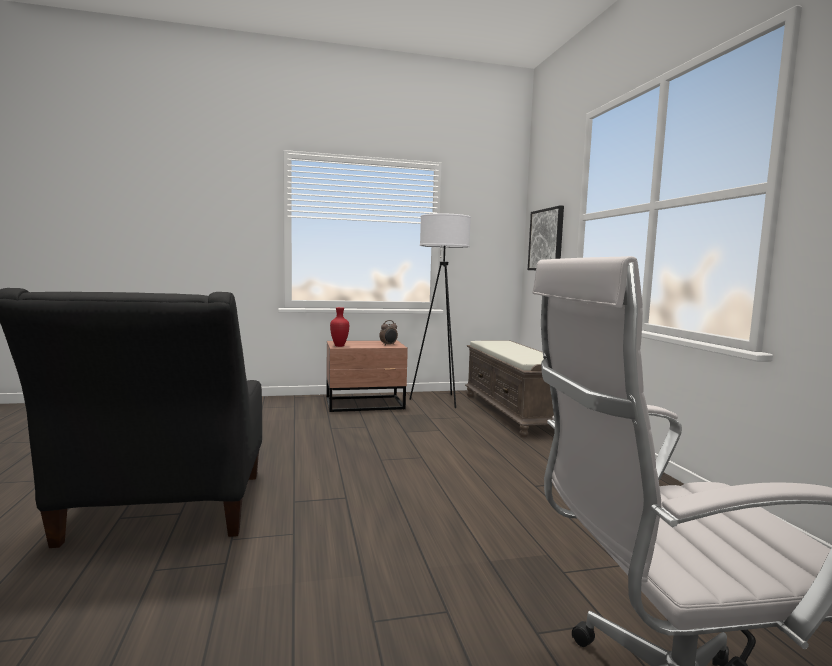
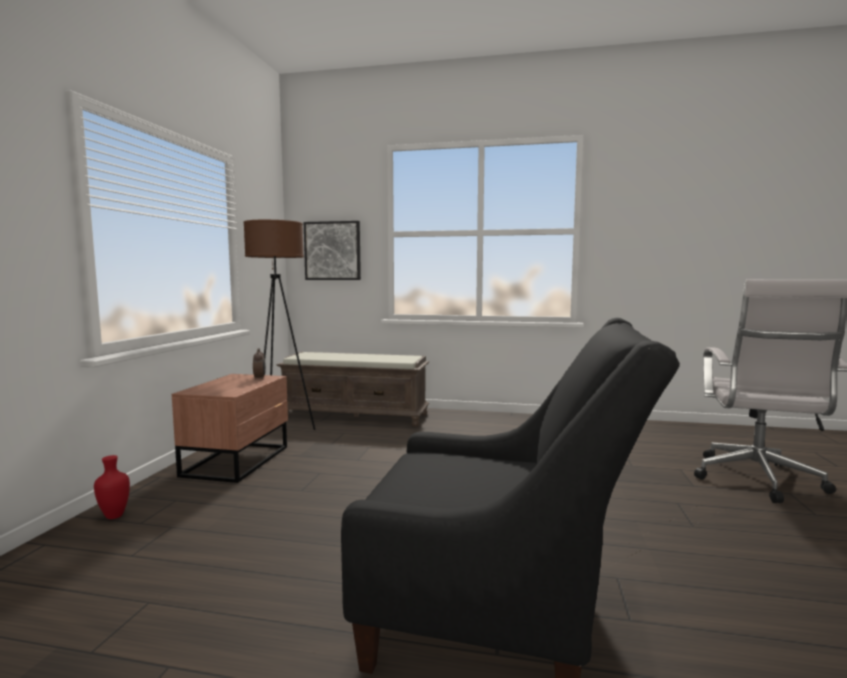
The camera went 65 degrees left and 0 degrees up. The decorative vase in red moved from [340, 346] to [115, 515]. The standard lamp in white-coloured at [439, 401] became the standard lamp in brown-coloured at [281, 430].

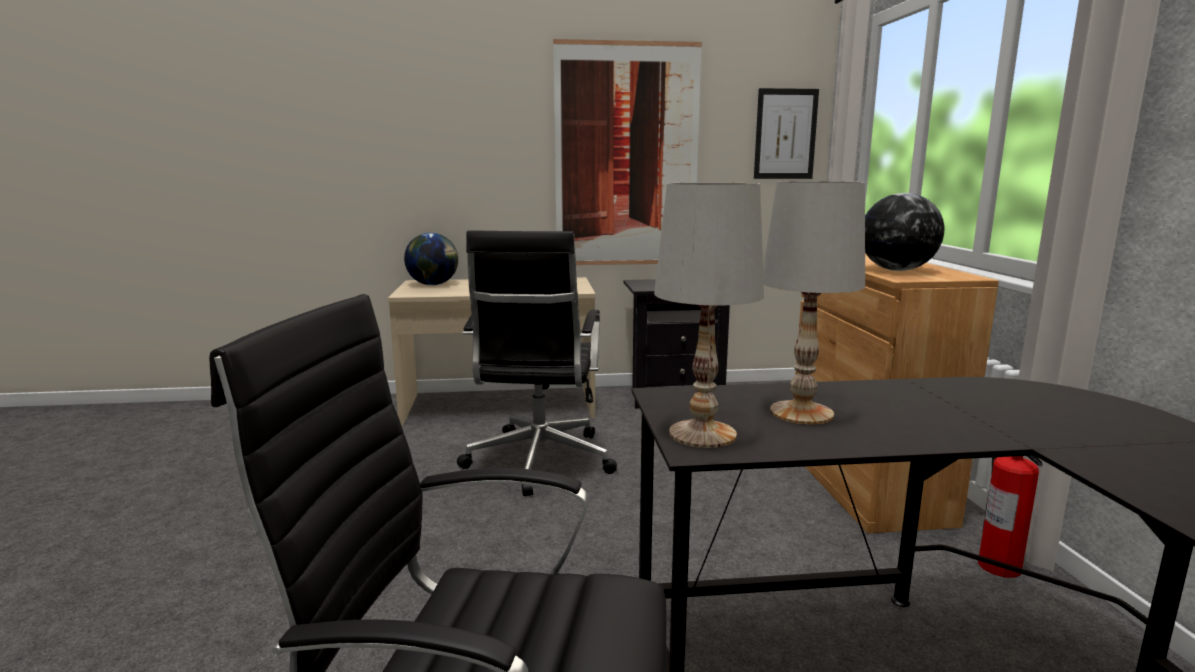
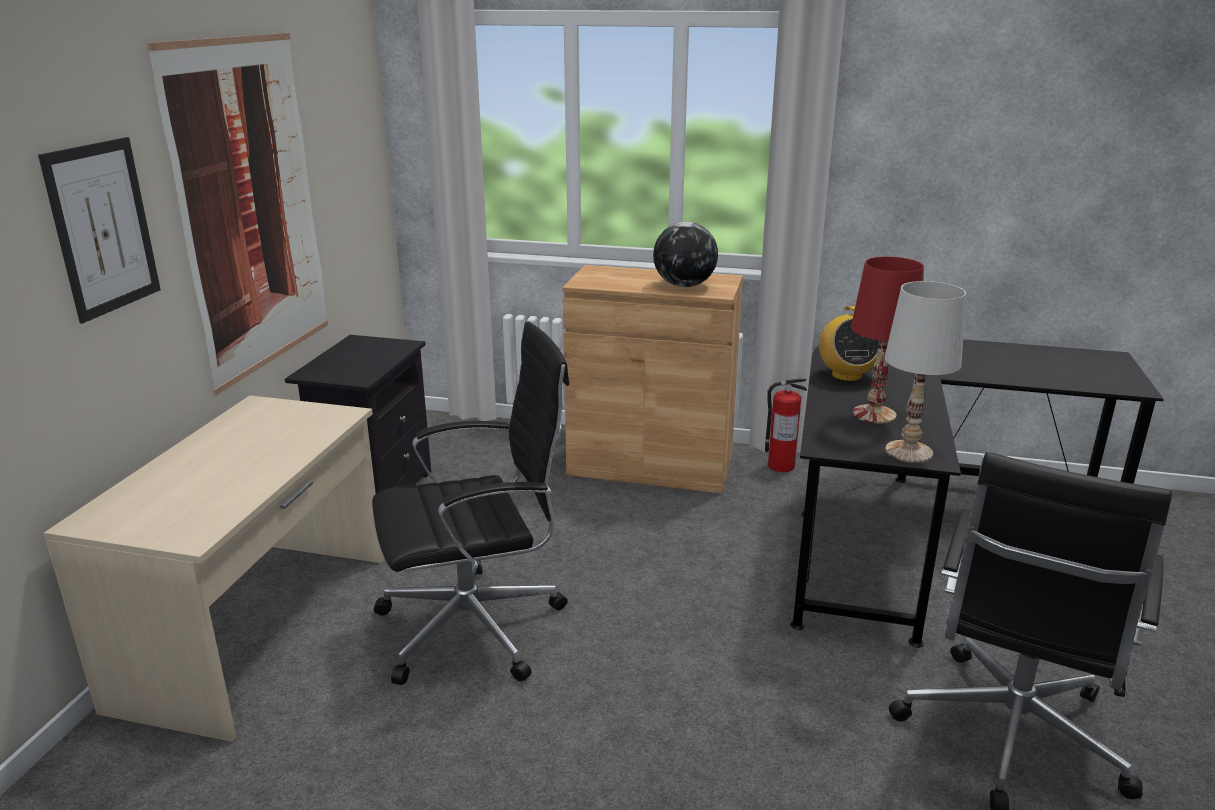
The camera went 70 degrees left and 10 degrees up. The globe at [433, 284] disappeared. The computer chair in black-coloured at [538, 462] turned 45 degrees counterclockwise. The wall art moved from [785, 134] to [103, 228]. The lamp for a table in white-coloured at [801, 412] became the lamp for a table in red at [873, 414]. The radio receiver at [846, 375] appeared.

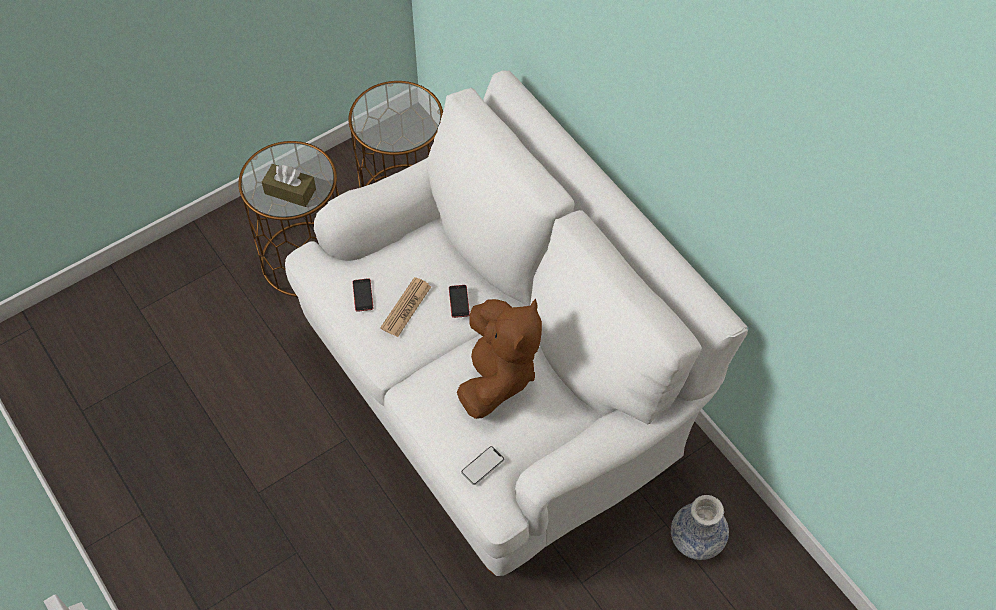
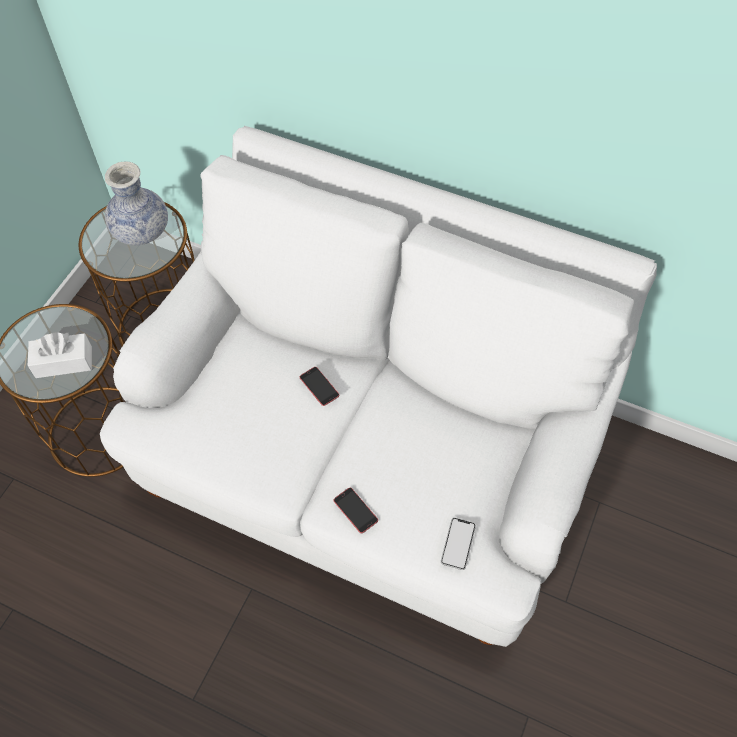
The camera went 30 degrees left and 0 degrees up. The tissue holder in brown-coloured at [290, 191] became the tissue holder in white-coloured at [64, 362]. The handset moved from [363, 295] to [355, 510]. The newspaper at [406, 307] disappeared. The soft toy in brown-coloured at [497, 375] disappeared. The decorative vase moved from [696, 539] to [142, 232].

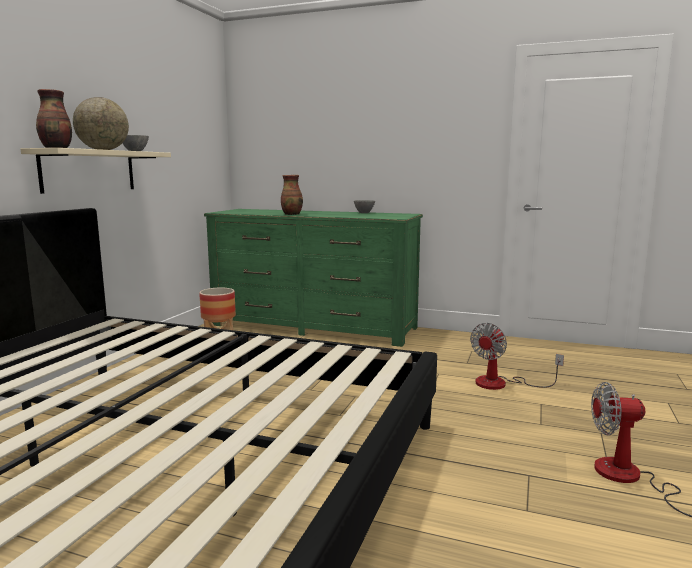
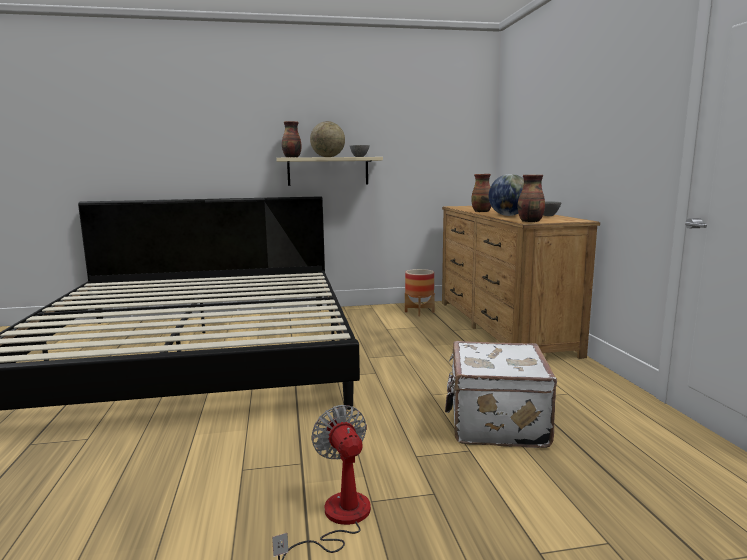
The camera went 60 degrees right and 0 degrees up. The chest of drawers in green at [314, 326] became the chest of drawers in brown-coloured at [501, 326]. The fan at [502, 383] was replaced by the travel case in white-coloured at [495, 423]. The globe at [508, 215] appeared. The decorative vase at [530, 221] appeared.

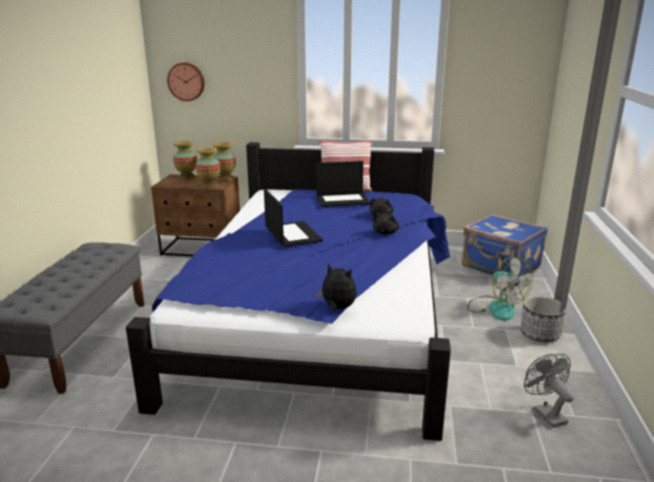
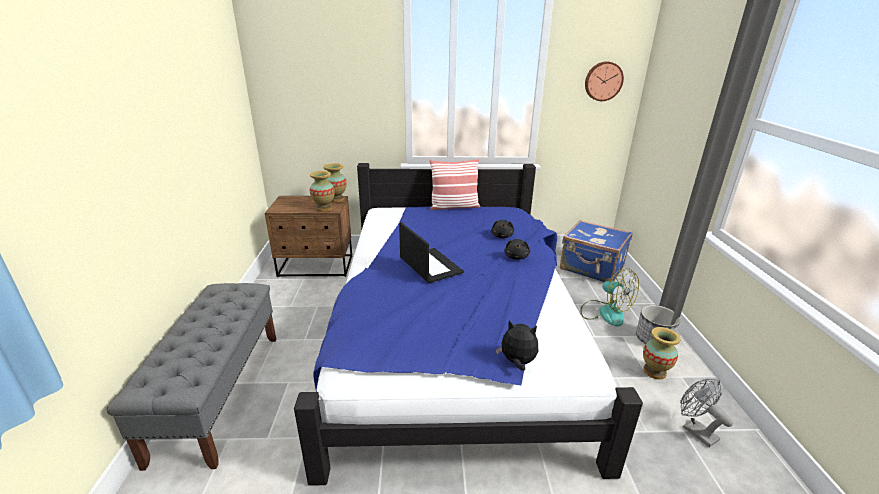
The camera went 10 degrees left and 5 degrees up. The hanging clock moved from [186, 81] to [603, 81]. The decorative vase moved from [186, 177] to [654, 372]. The notebook computer at [343, 200] disappeared.

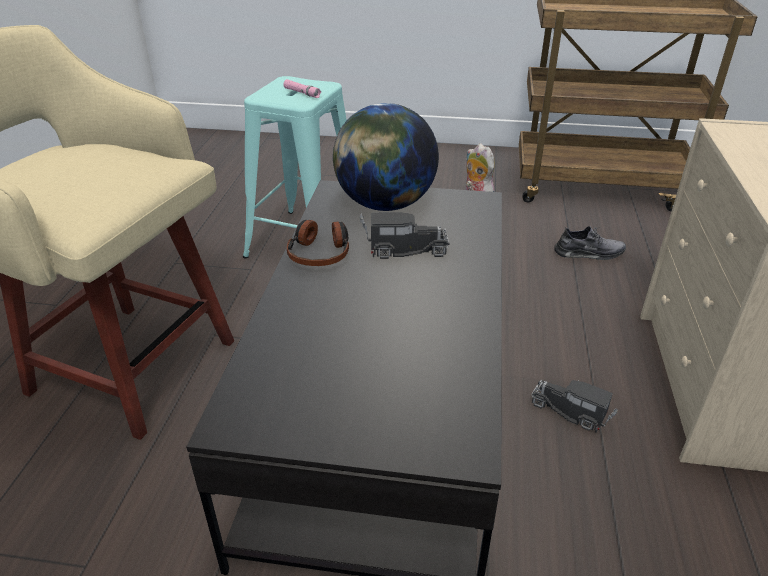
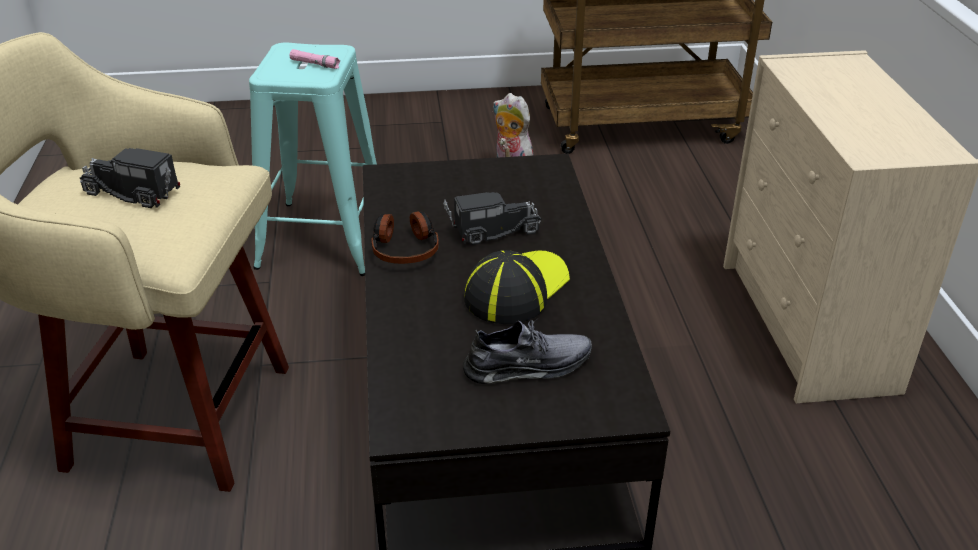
The camera went 15 degrees left and 0 degrees up. The globe at [384, 204] disappeared. The toy truck moved from [572, 412] to [136, 194]. The shoe in gray moved from [589, 253] to [528, 366]. The peaked cap at [516, 290] appeared.

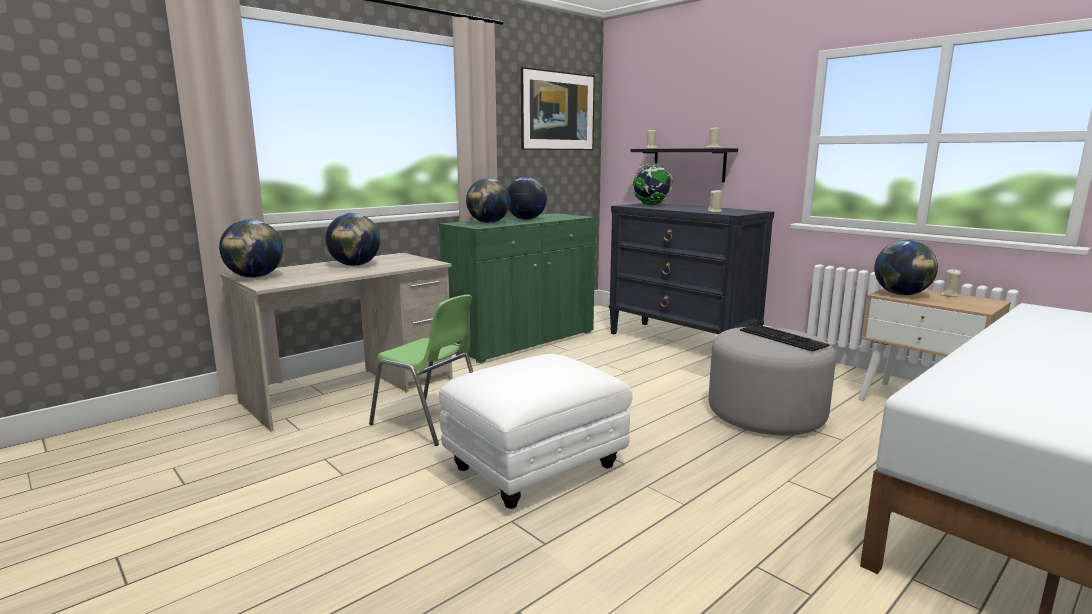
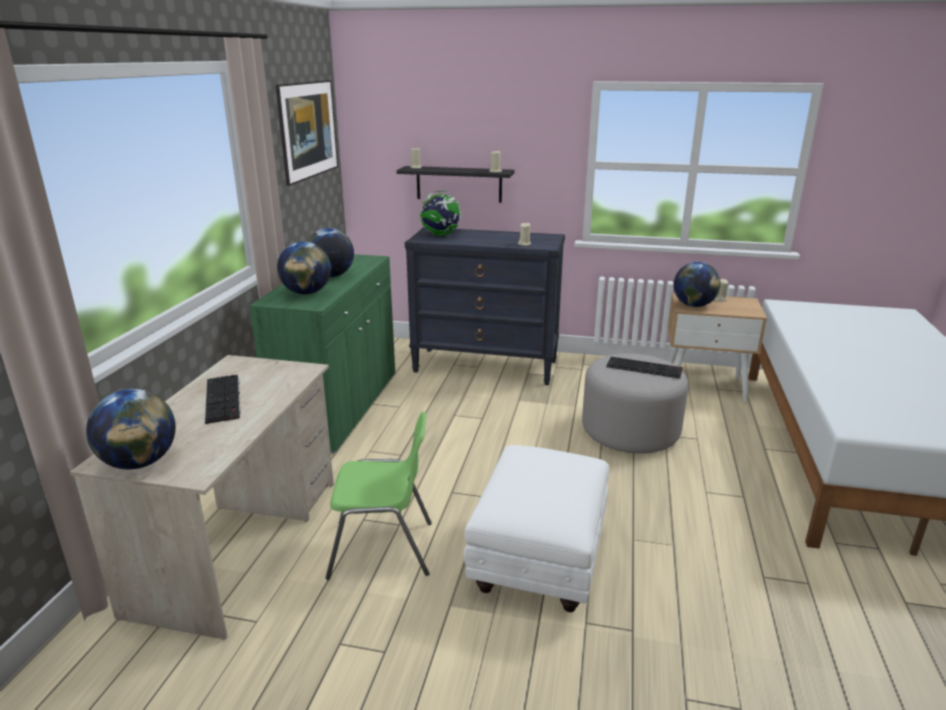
The camera went 35 degrees left and 10 degrees up. The globe at [355, 265] was replaced by the PC keyboard at [224, 399].

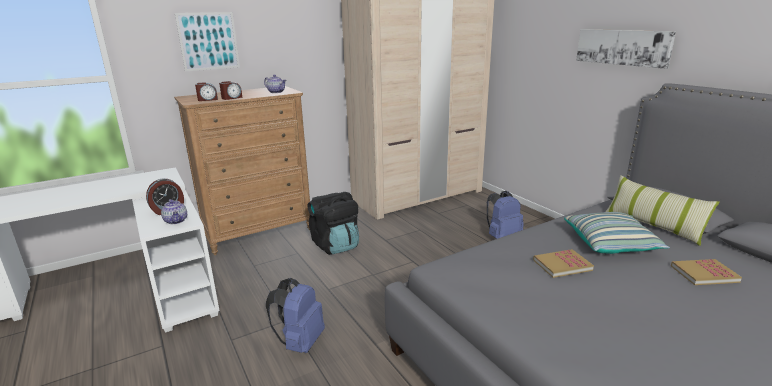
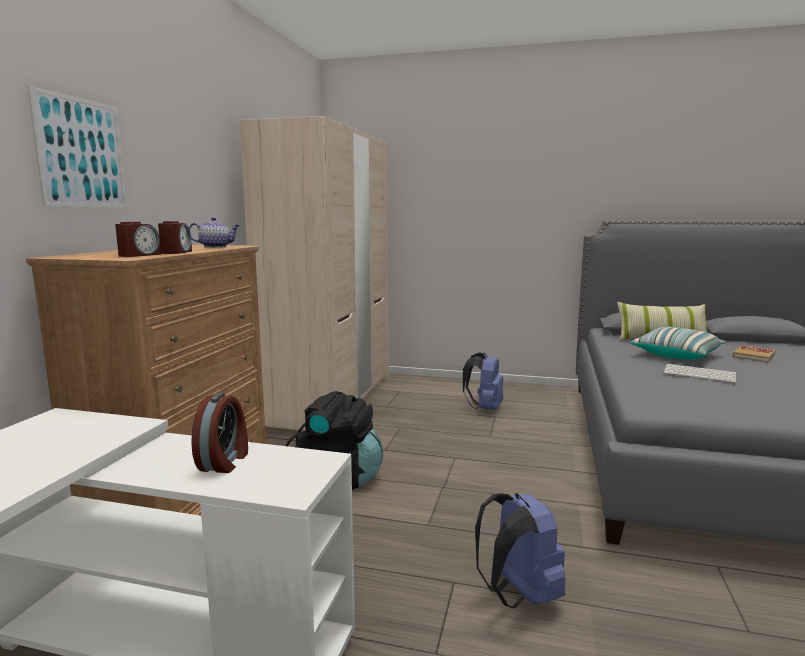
The camera went 45 degrees left and 10 degrees down. The tea pot at [176, 221] disappeared. The bound book at [562, 265] was replaced by the PC keyboard at [700, 374]. The wall art at [622, 47] disappeared.

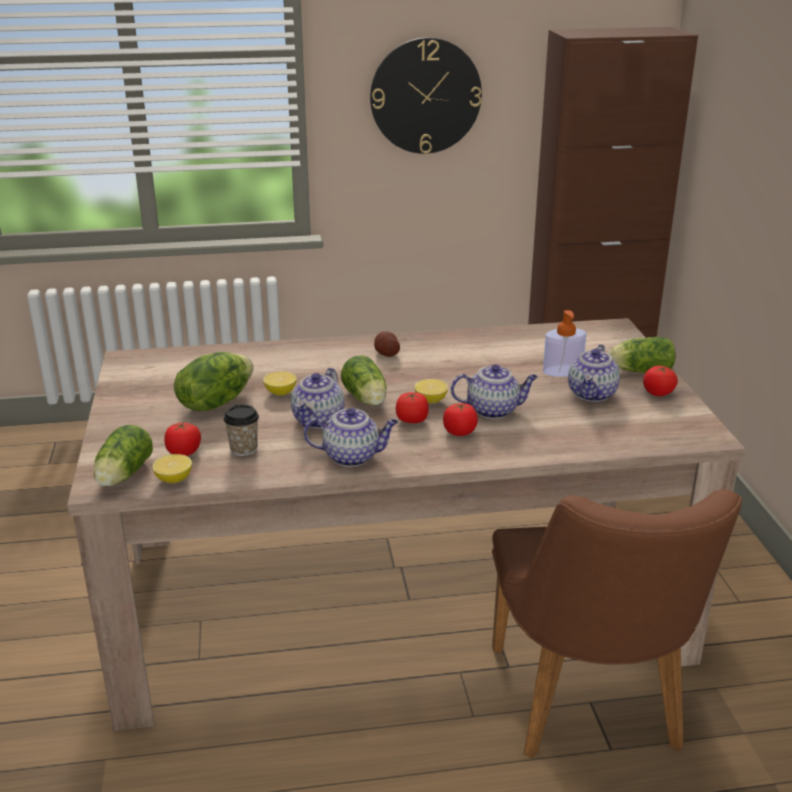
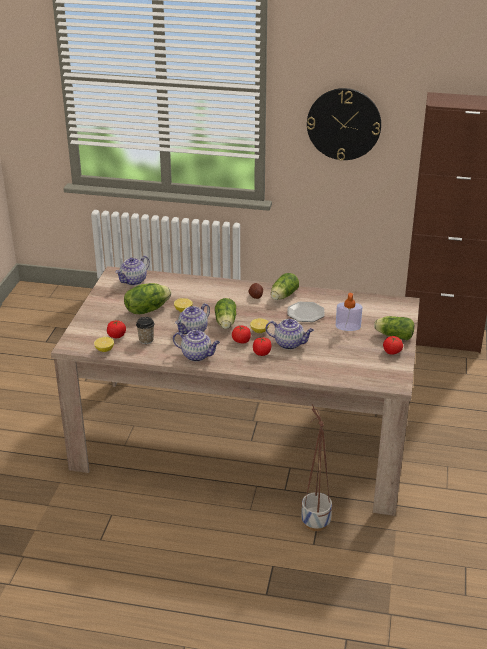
The camera went 20 degrees right and 5 degrees up. The head of lettuce moved from [122, 476] to [283, 296]. The upright chair in brown-coloured at [590, 710] was replaced by the flower pot at [315, 522]. The tea pot moved from [592, 394] to [133, 281]. The dinner plate at [305, 313] appeared.

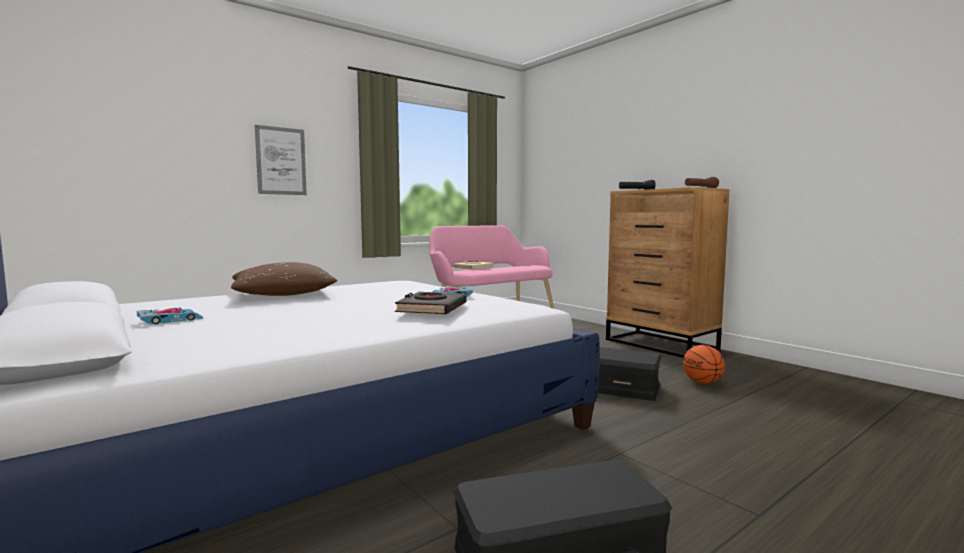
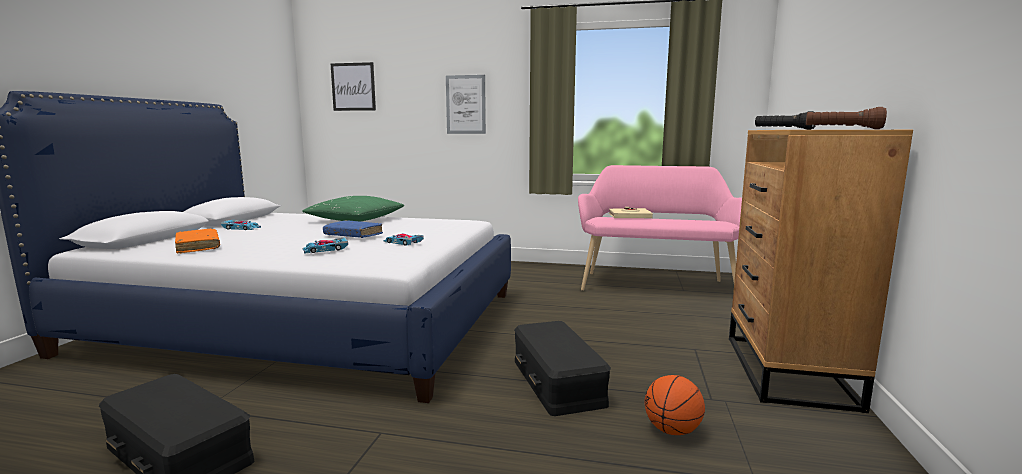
The camera went 50 degrees right and 5 degrees up. The cushion in brown-coloured at [283, 294] became the cushion in green at [355, 220]. The bound book in black-coloured at [431, 309] was replaced by the miniature car at [325, 249]. The bound book in orange at [198, 247] appeared. The bound book in blue at [353, 235] appeared. The wall art at [353, 87] appeared.

